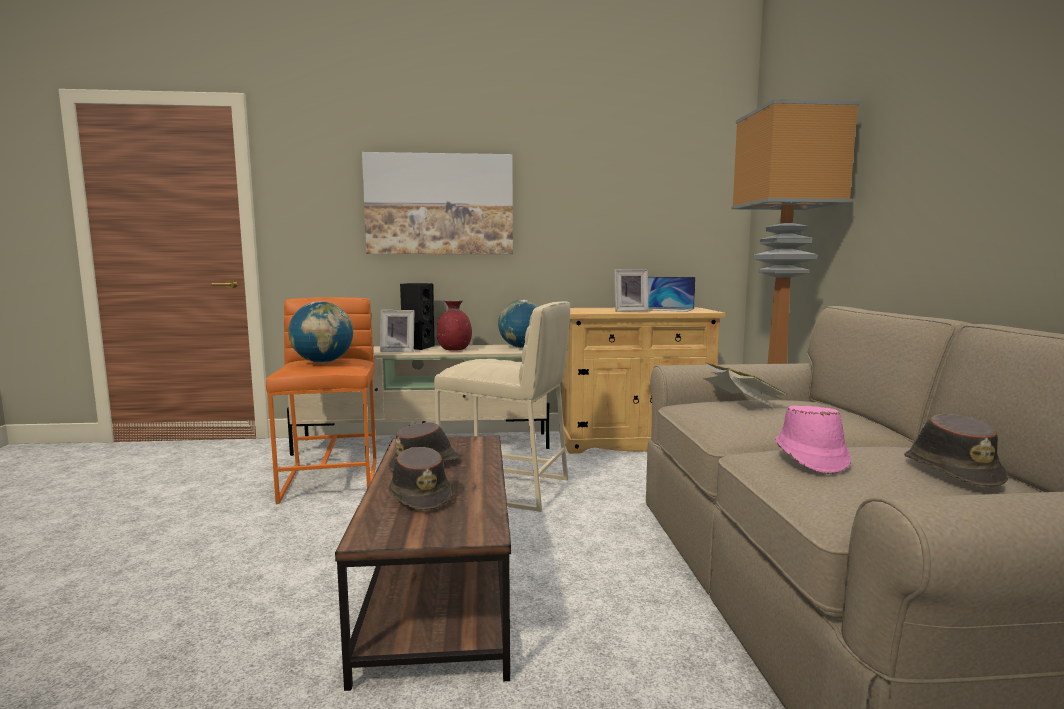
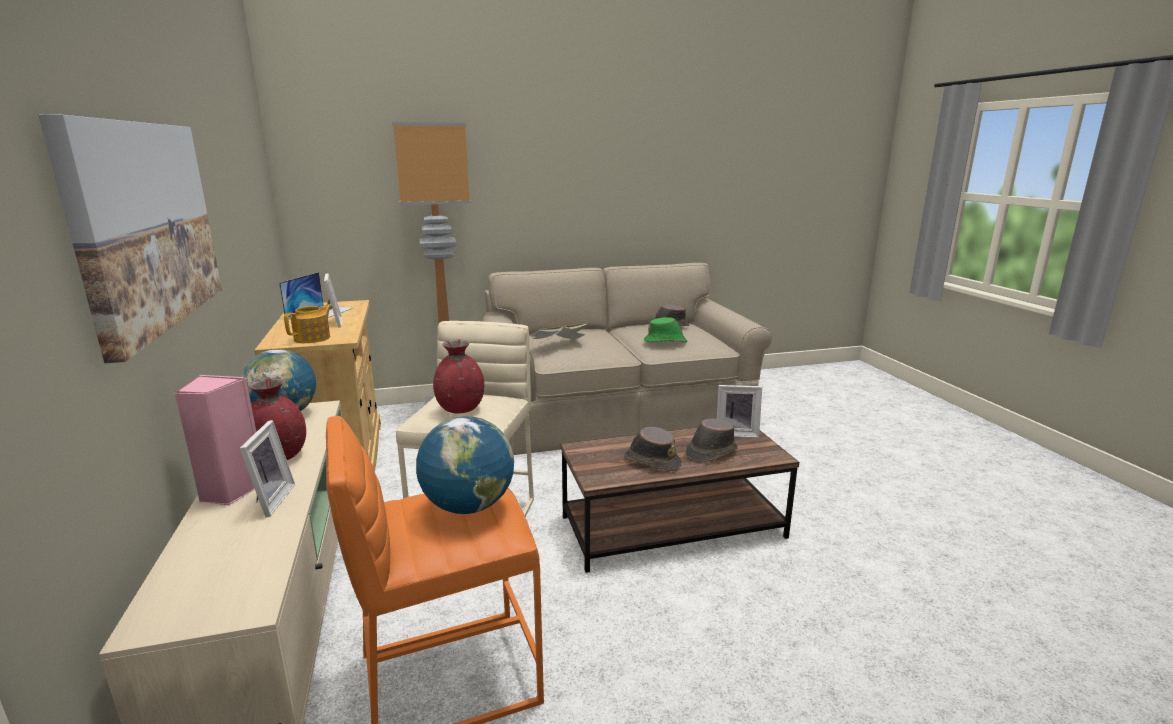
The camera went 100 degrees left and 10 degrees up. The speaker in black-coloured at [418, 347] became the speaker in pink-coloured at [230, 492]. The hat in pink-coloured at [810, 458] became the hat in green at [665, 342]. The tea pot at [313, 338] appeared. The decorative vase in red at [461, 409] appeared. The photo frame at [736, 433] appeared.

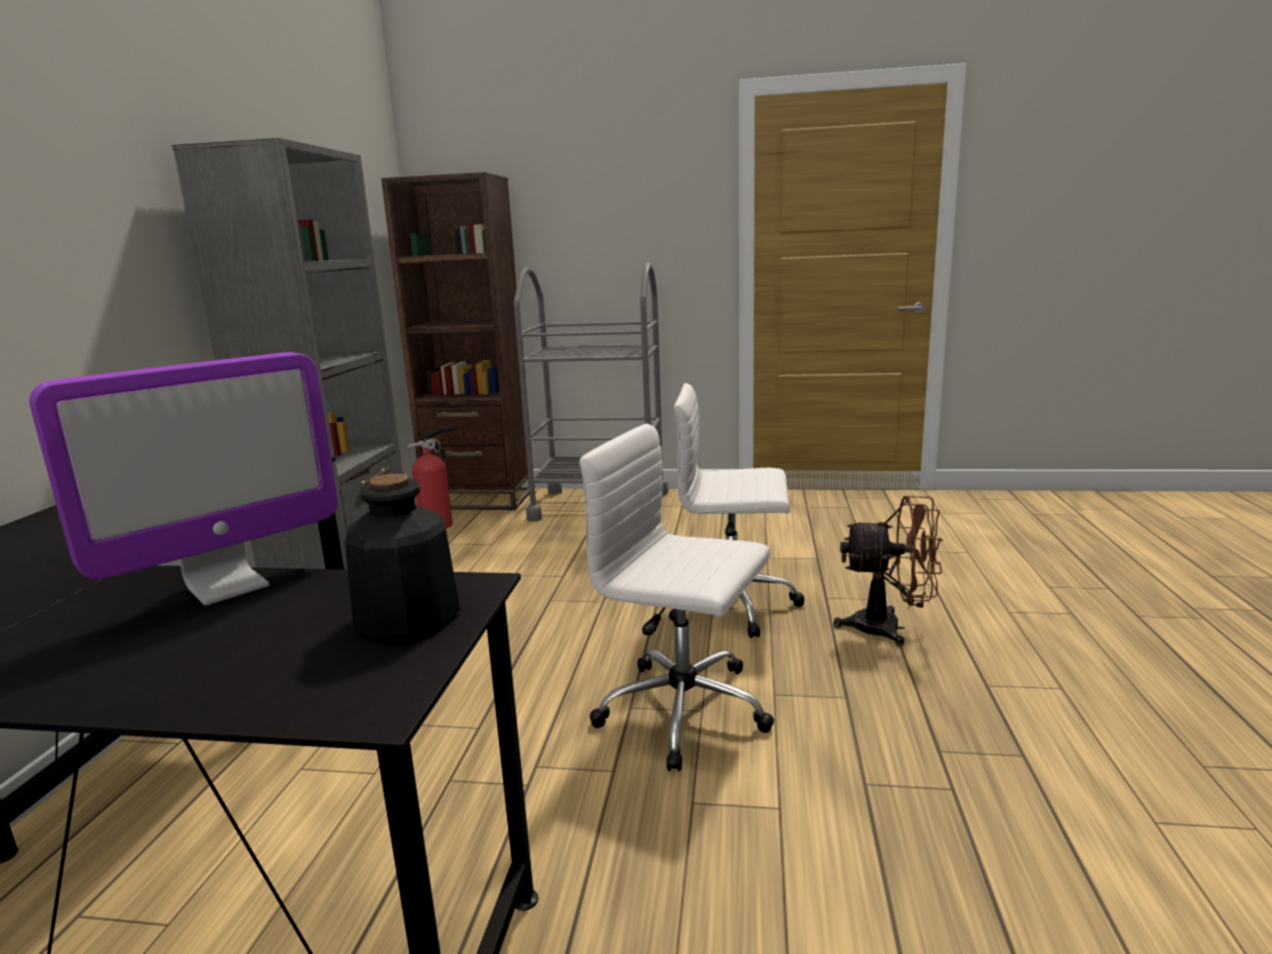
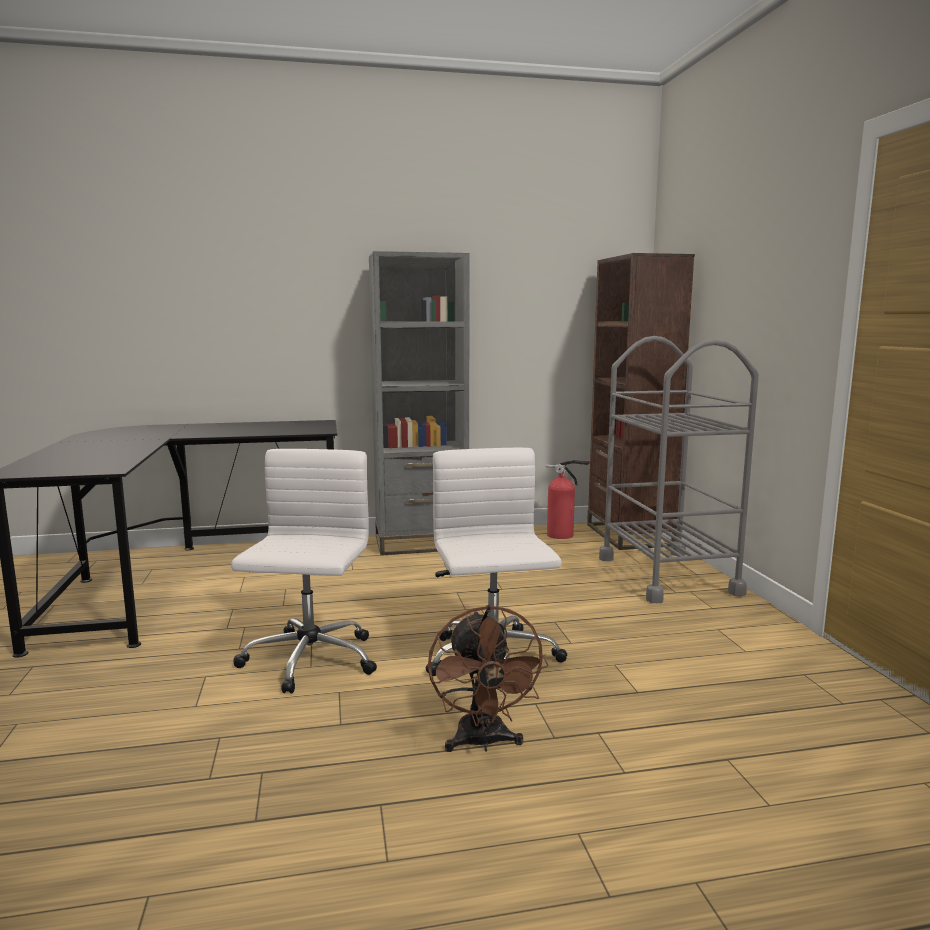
The camera went 70 degrees right and 5 degrees down. The computer display at [227, 586] disappeared. The bottle at [406, 616] disappeared.

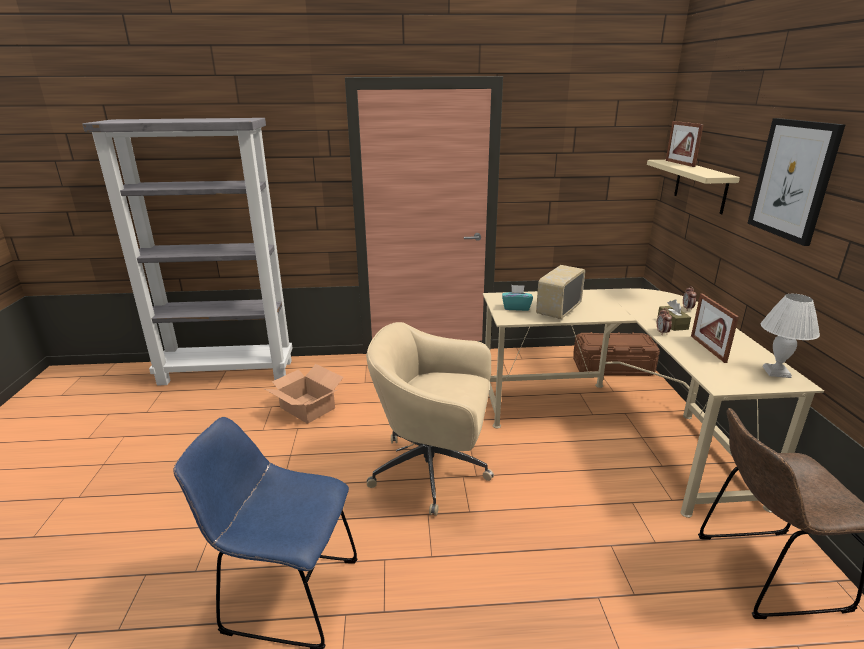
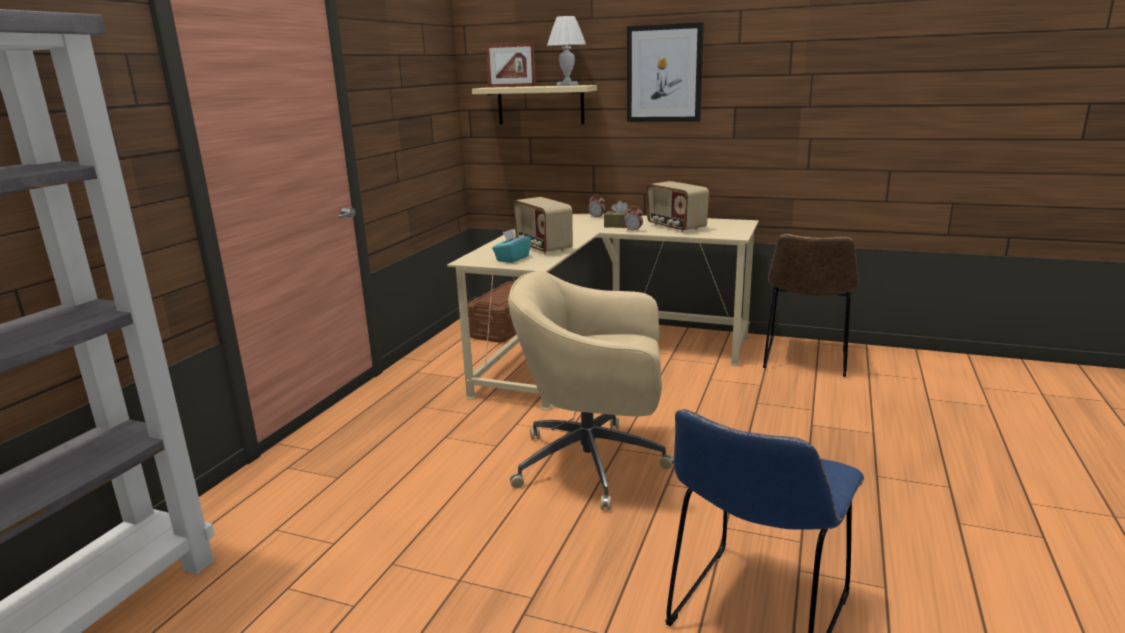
The camera went 65 degrees left and 5 degrees down. The cardboard box at [307, 407] disappeared. The computer chair in sand-coloured at [433, 470] turned 60 degrees clockwise. The photo frame at [708, 349] was replaced by the radio receiver at [675, 227]. The lamp for a table in white-coloured moved from [775, 371] to [567, 85].

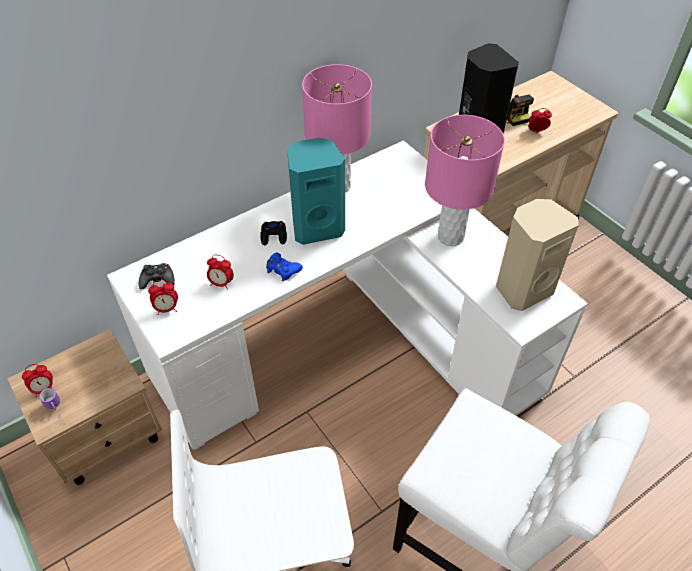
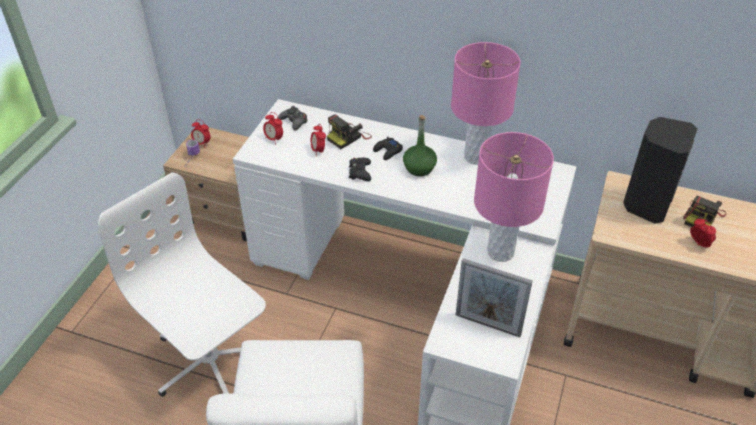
The camera went 55 degrees right and 5 degrees down. The game controller in blue at [282, 270] became the game controller in black-coloured at [360, 172]. The speaker in turquoise at [317, 227] was replaced by the bottle in green at [419, 168]. The speaker in sand-coloured at [522, 289] was replaced by the photo frame at [487, 325]. The photo camera at [348, 137] appeared.

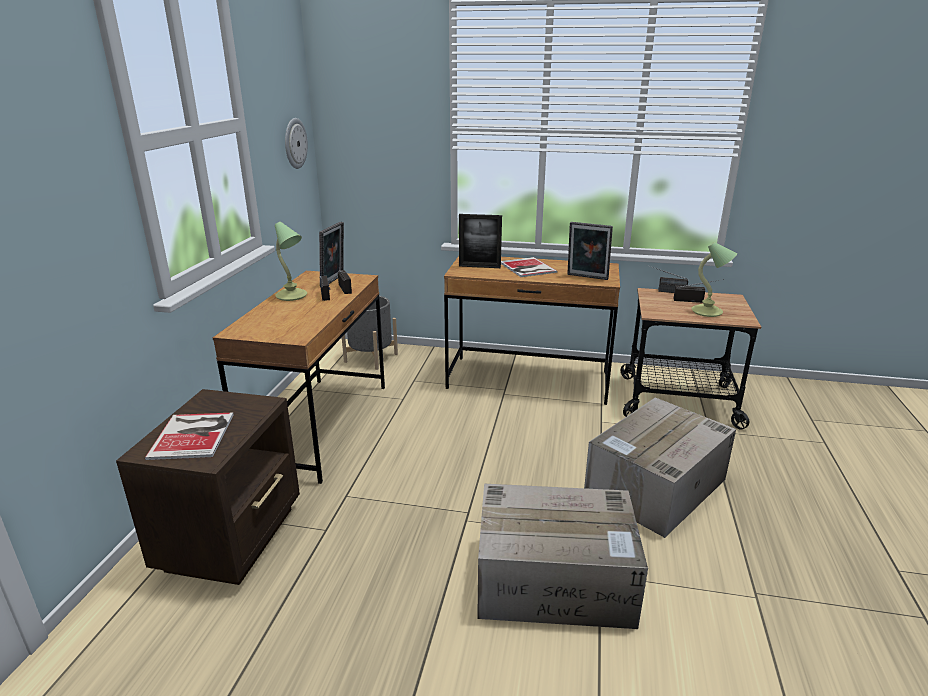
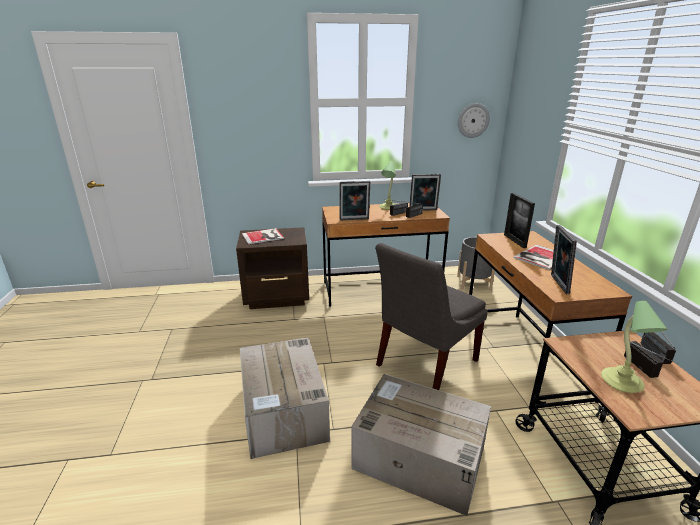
The camera went 70 degrees right and 0 degrees up. The photo frame at [354, 220] appeared. The upright chair in gray at [424, 364] appeared.

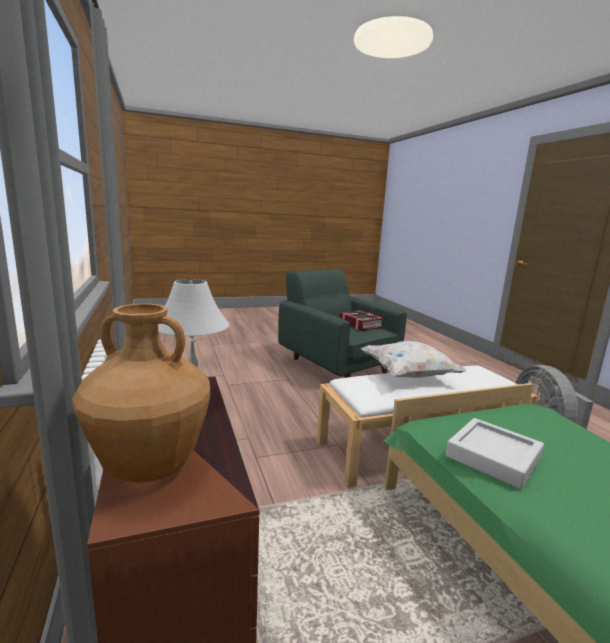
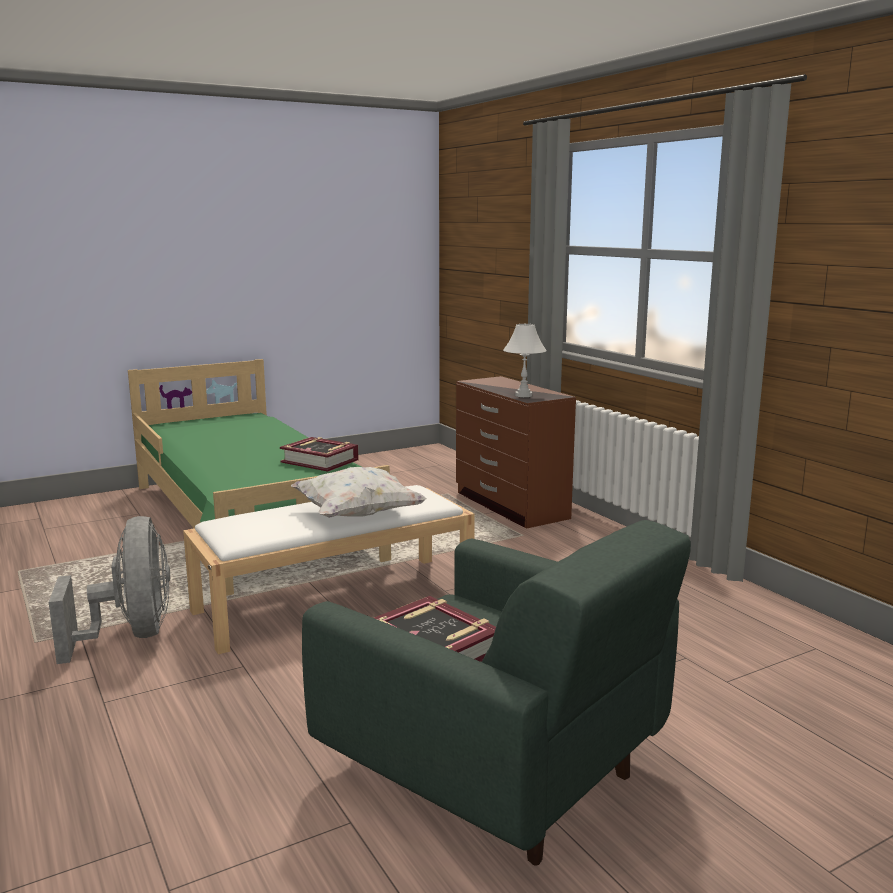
The camera went 170 degrees right and 0 degrees up. The decorative vase in brown-coloured at [148, 467] disappeared. The carrying tray in gray at [493, 457] was replaced by the bound book at [320, 461].

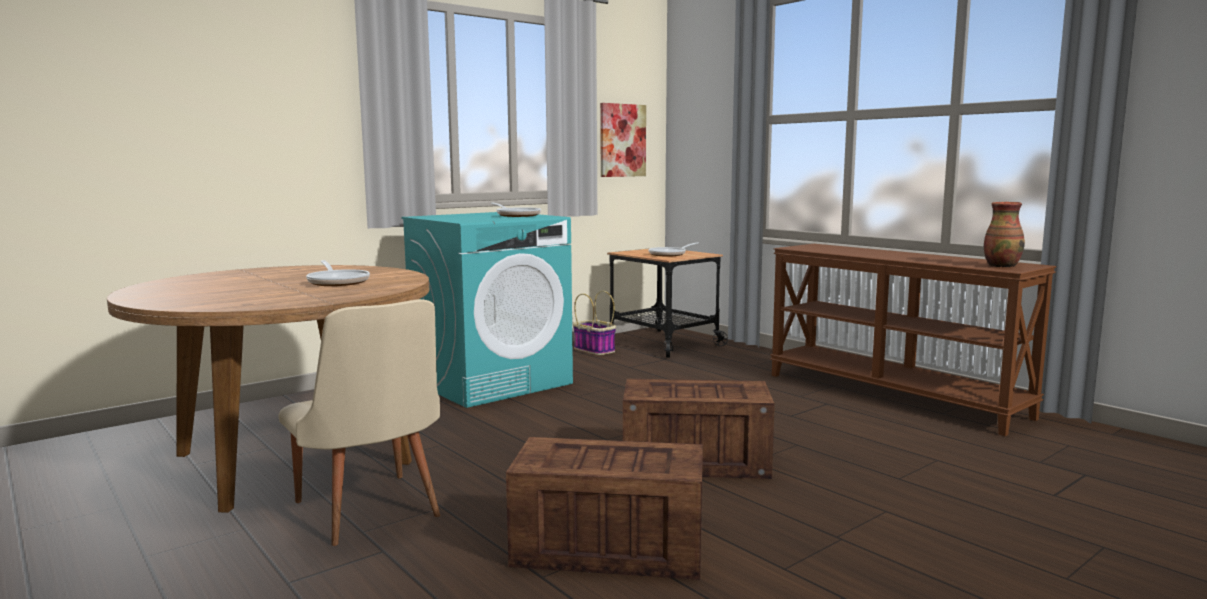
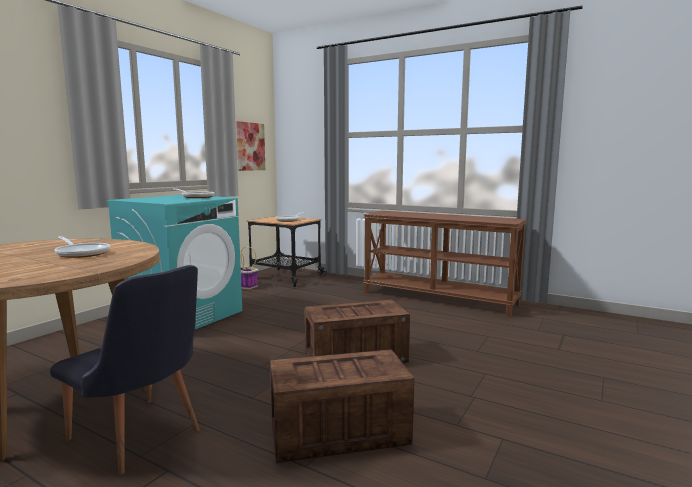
The camera went 20 degrees left and 0 degrees up. The upright chair in sand-coloured at [371, 514] became the upright chair in black-coloured at [140, 439]. The decorative vase at [1001, 266] disappeared.

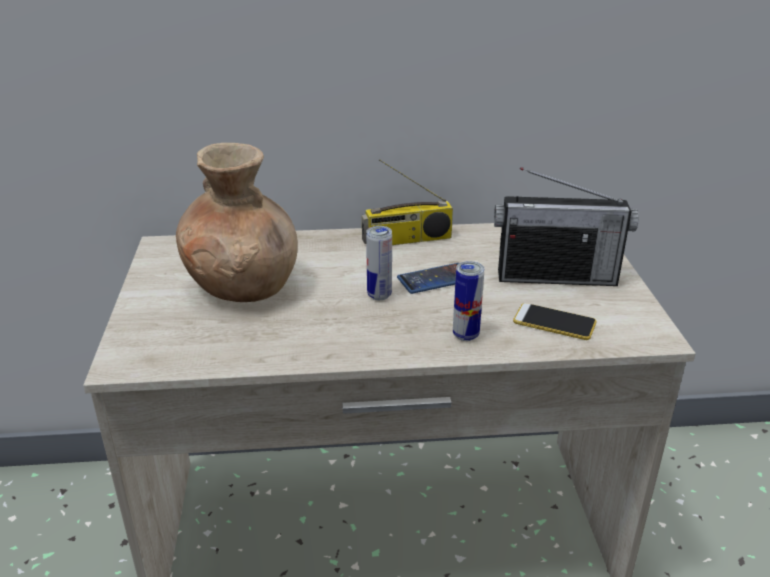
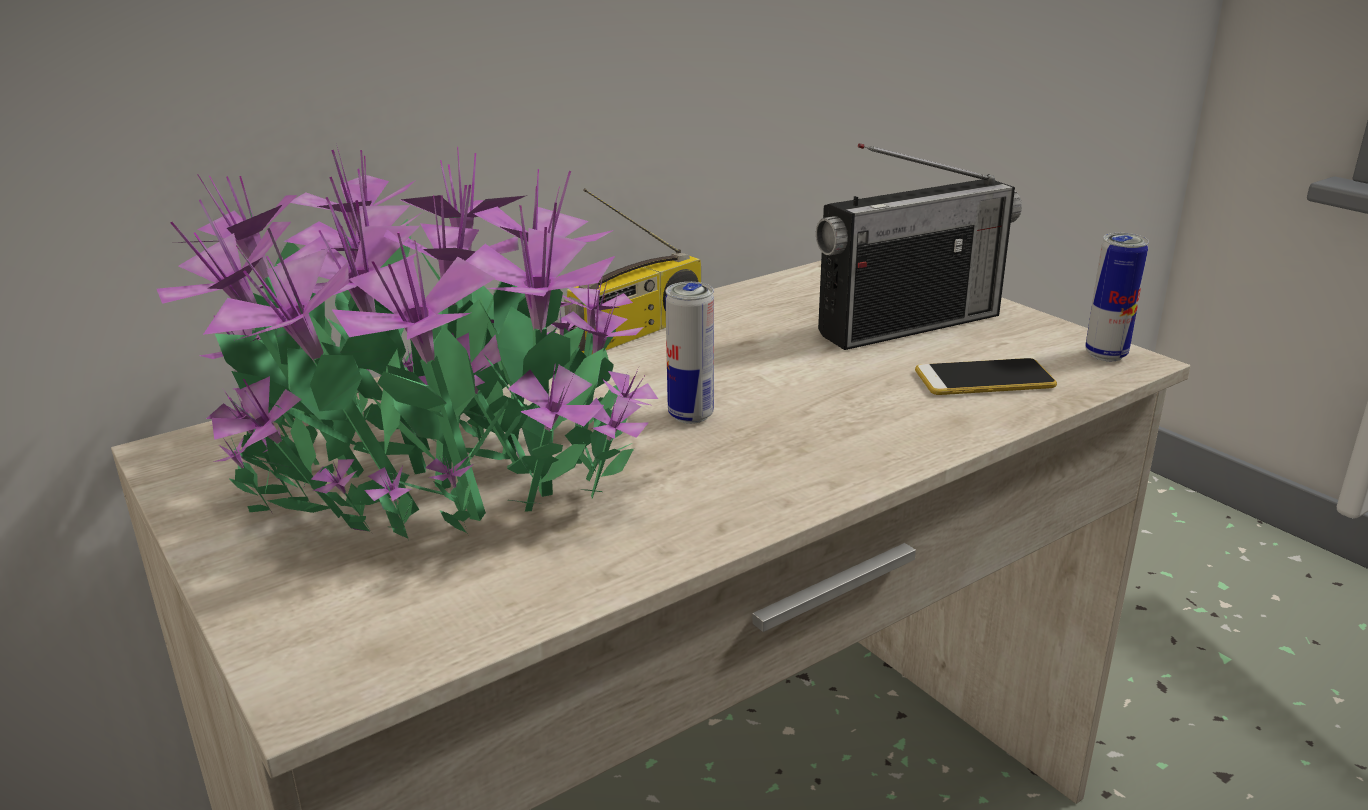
The camera went 30 degrees left and 5 degrees down. The decorative vase in brown-coloured at [244, 286] was replaced by the plant in a pot at [432, 469]. The handset at [435, 279] disappeared. The can moved from [465, 335] to [1106, 355].

